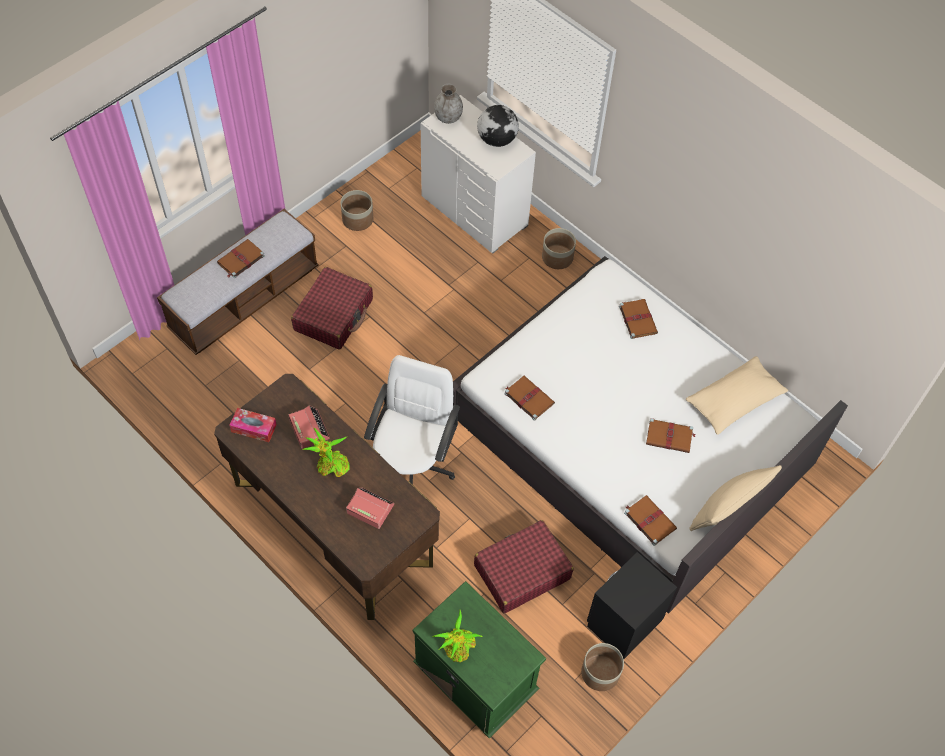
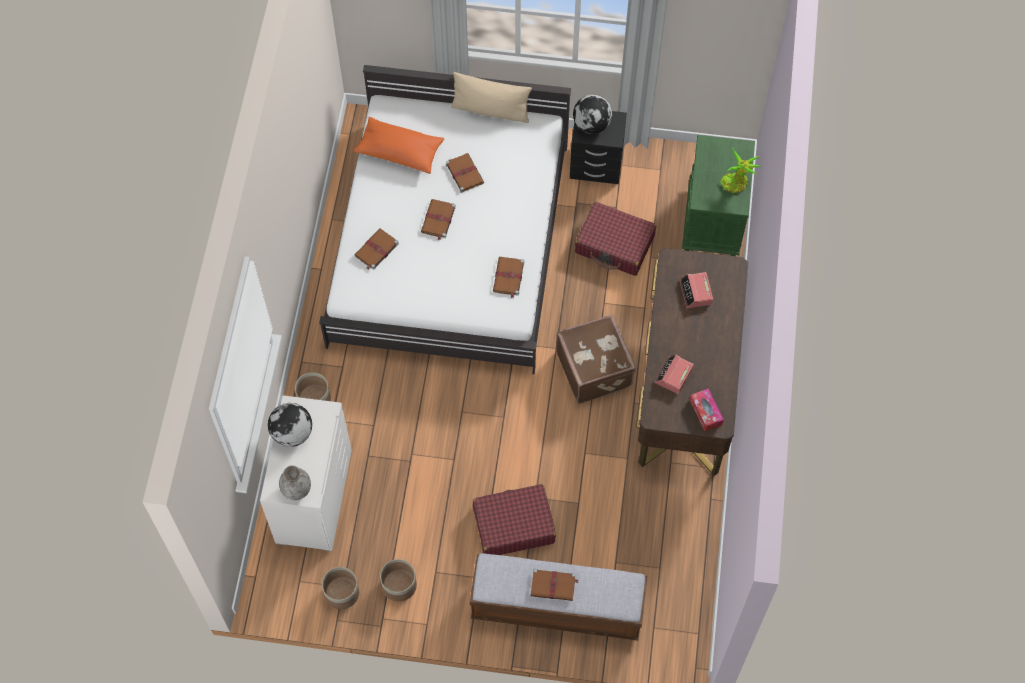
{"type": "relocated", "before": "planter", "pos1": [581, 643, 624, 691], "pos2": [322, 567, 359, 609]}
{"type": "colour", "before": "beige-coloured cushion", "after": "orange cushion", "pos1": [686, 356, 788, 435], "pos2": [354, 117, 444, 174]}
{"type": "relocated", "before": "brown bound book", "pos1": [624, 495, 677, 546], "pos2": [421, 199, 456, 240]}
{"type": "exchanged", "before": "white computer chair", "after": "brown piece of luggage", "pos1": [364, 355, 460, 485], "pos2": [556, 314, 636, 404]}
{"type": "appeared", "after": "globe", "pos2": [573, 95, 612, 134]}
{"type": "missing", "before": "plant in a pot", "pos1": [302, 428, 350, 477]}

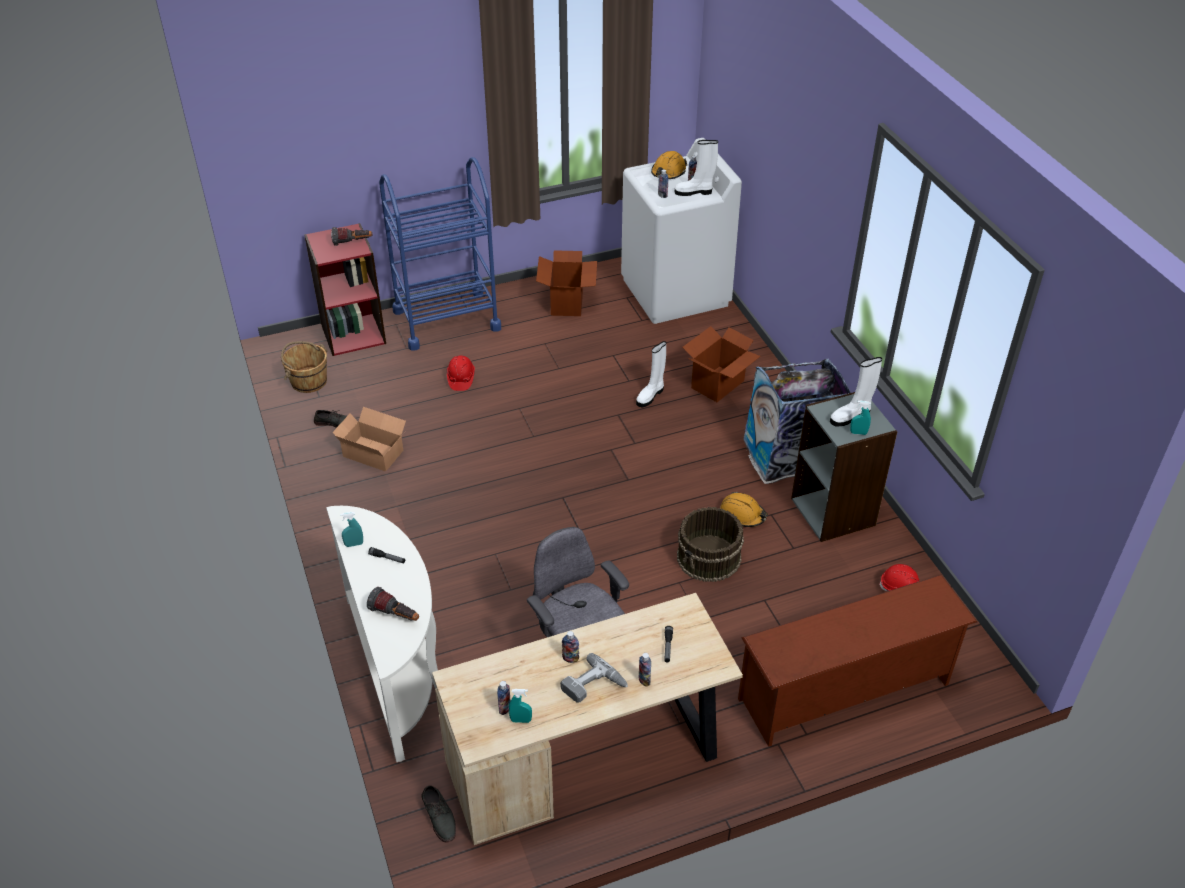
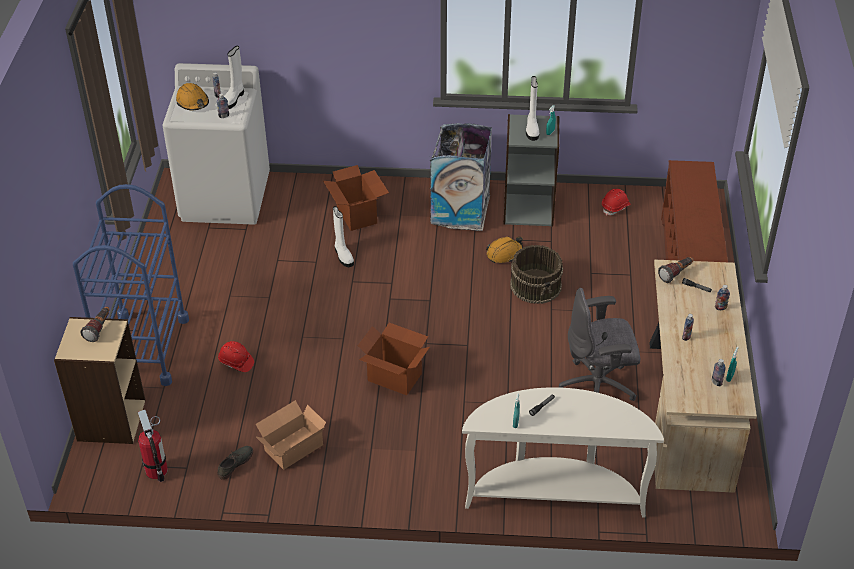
{"type": "colour", "before": "reddish bookcase", "after": "beige-coloured bookcase", "pos1": [304, 223, 386, 356], "pos2": [54, 317, 146, 444]}
{"type": "exchanged", "before": "brown pail", "after": "fire extinguisher", "pos1": [281, 341, 327, 393], "pos2": [138, 410, 168, 482]}
{"type": "relocated", "before": "packing box", "pos1": [536, 250, 597, 316], "pos2": [358, 323, 430, 395]}
{"type": "relocated", "before": "flashlight", "pos1": [367, 587, 419, 621], "pos2": [658, 257, 694, 283]}
{"type": "missing", "before": "gray item of footwear", "pos1": [422, 785, 456, 843]}
{"type": "missing", "before": "drill", "pos1": [560, 653, 628, 702]}

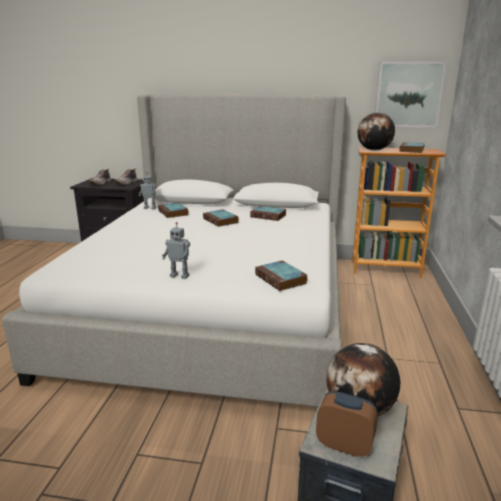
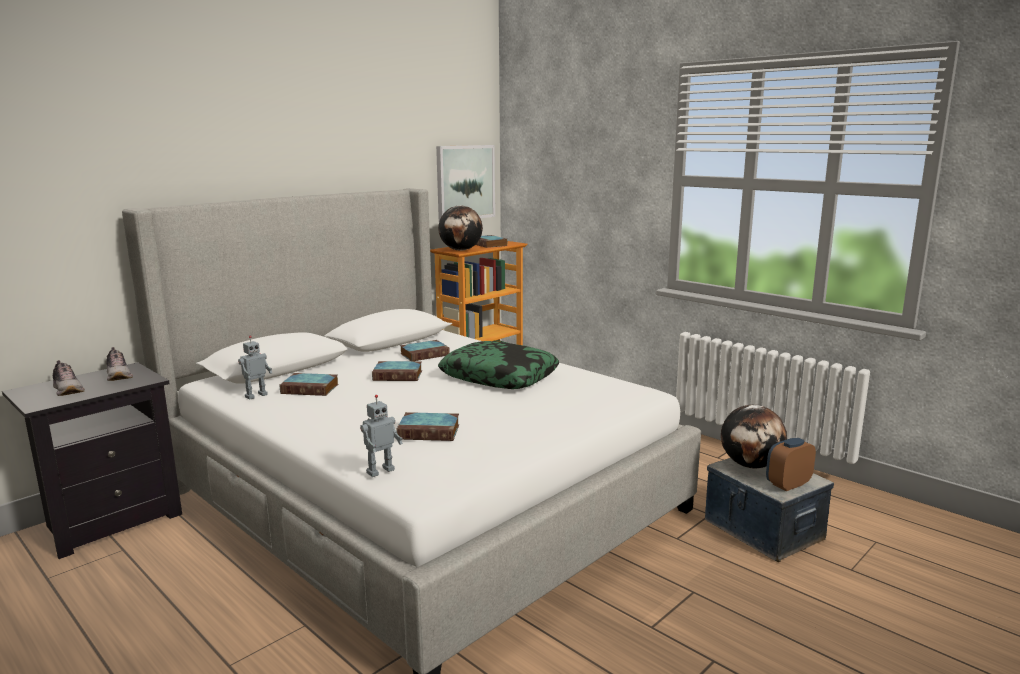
{"type": "relocated", "before": "toy robot", "pos1": [162, 222, 190, 279], "pos2": [360, 395, 403, 477]}
{"type": "relocated", "before": "bound book", "pos1": [255, 261, 307, 291], "pos2": [396, 412, 459, 441]}
{"type": "appeared", "after": "cushion", "pos2": [438, 341, 559, 389]}

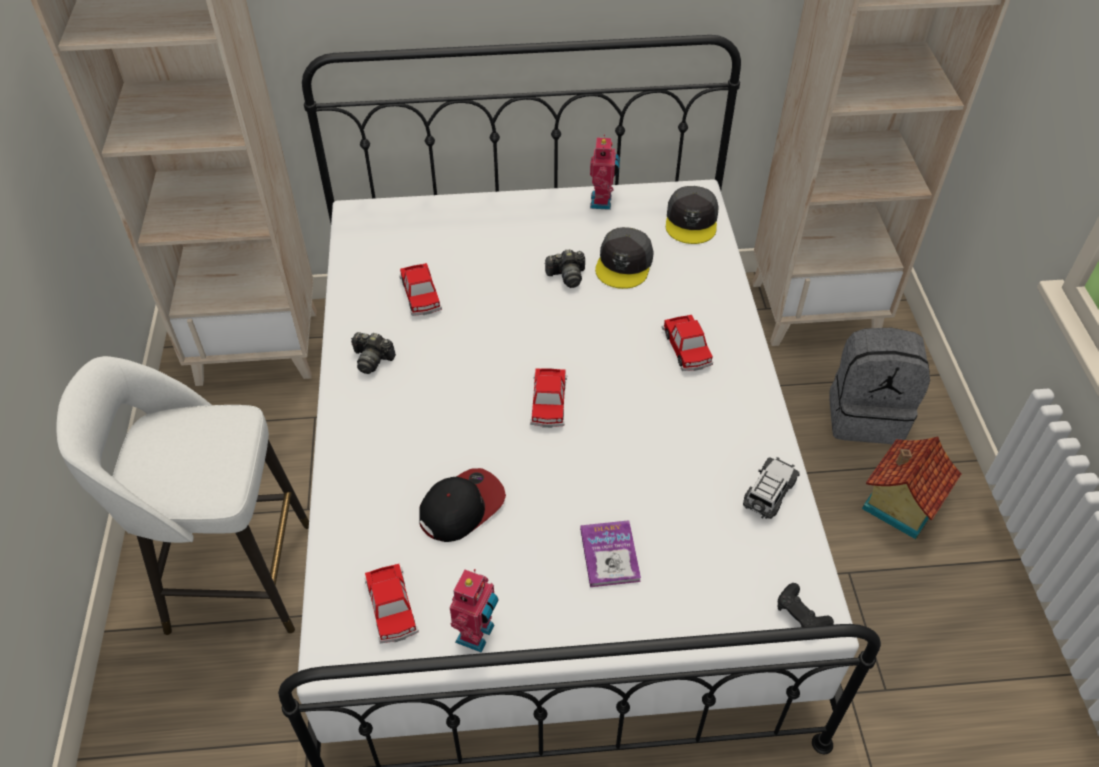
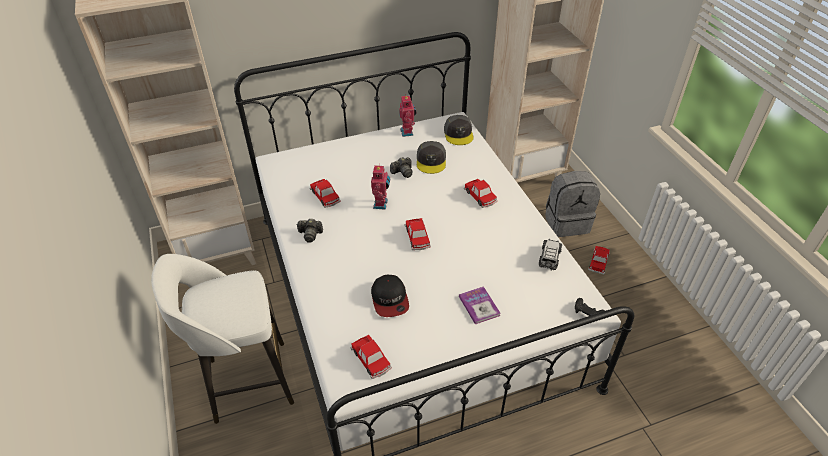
{"type": "relocated", "before": "toy robot", "pos1": [450, 569, 499, 653], "pos2": [371, 164, 390, 210]}
{"type": "spun", "before": "peaked cap", "pos1": [419, 468, 506, 542], "pos2": [371, 275, 409, 317], "turn": 135}
{"type": "exchanged", "before": "miniature house", "after": "model car", "pos1": [862, 436, 962, 539], "pos2": [588, 246, 610, 274]}

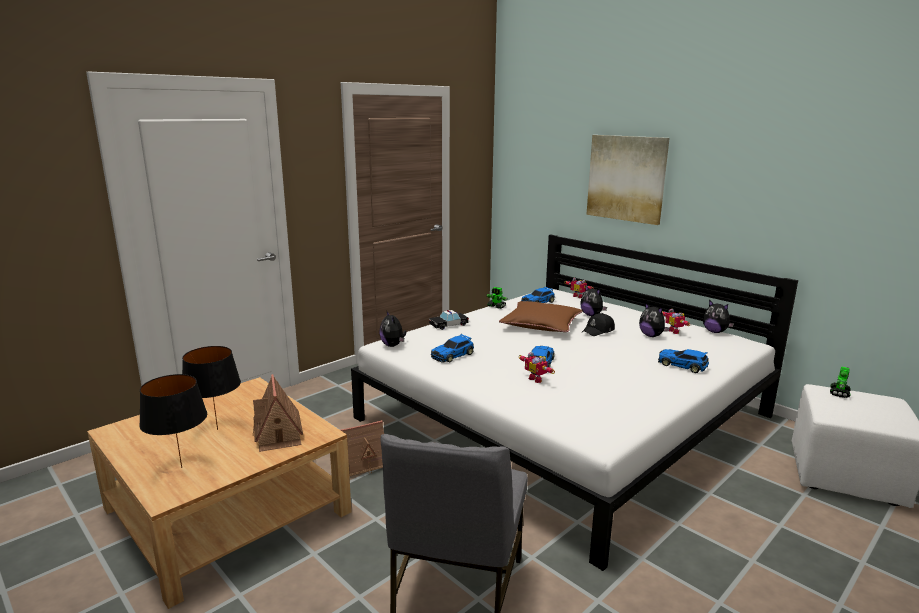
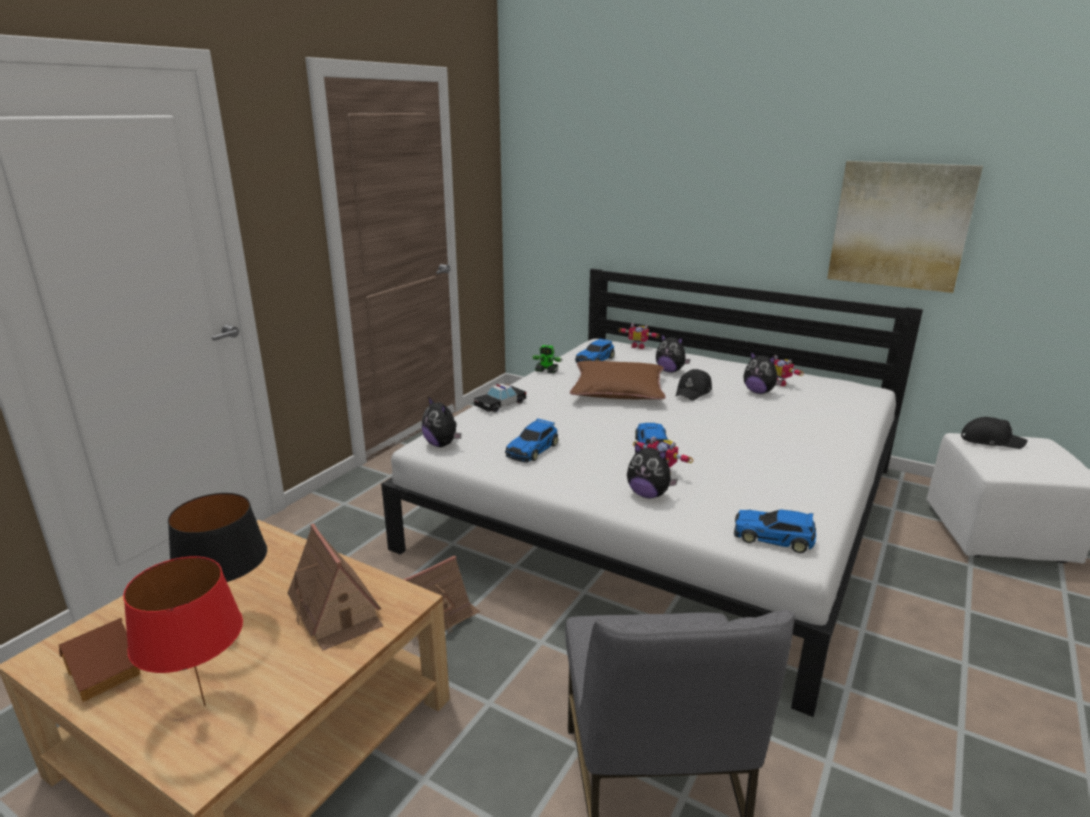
{"type": "appeared", "after": "miniature house", "pos2": [58, 618, 141, 702]}
{"type": "colour", "before": "black tabletop lamp", "after": "reddish tabletop lamp", "pos1": [139, 374, 207, 468], "pos2": [123, 556, 243, 706]}
{"type": "relocated", "before": "plush toy", "pos1": [703, 300, 734, 333], "pos2": [627, 443, 678, 498]}
{"type": "relocated", "before": "model car", "pos1": [658, 349, 709, 373], "pos2": [734, 509, 816, 553]}
{"type": "relocated", "before": "picture", "pos1": [586, 135, 669, 225], "pos2": [827, 161, 983, 293]}
{"type": "exchanged", "before": "toy robot", "after": "black peaked cap", "pos1": [830, 366, 851, 398], "pos2": [961, 417, 1028, 449]}

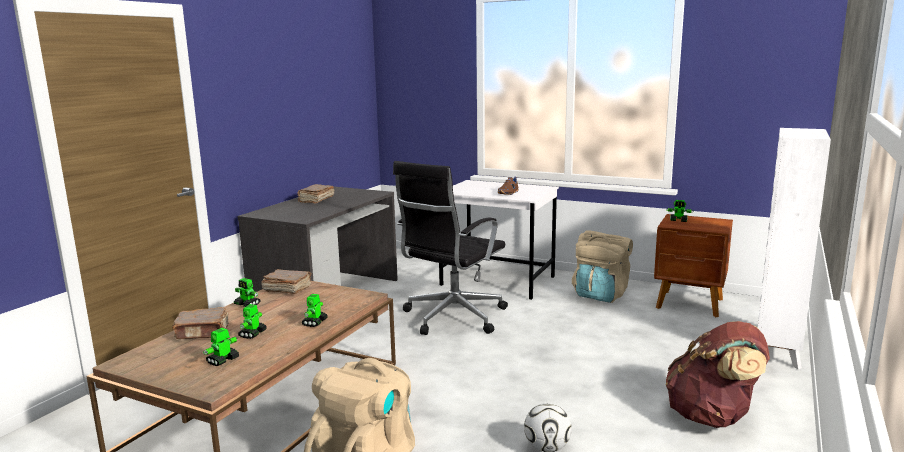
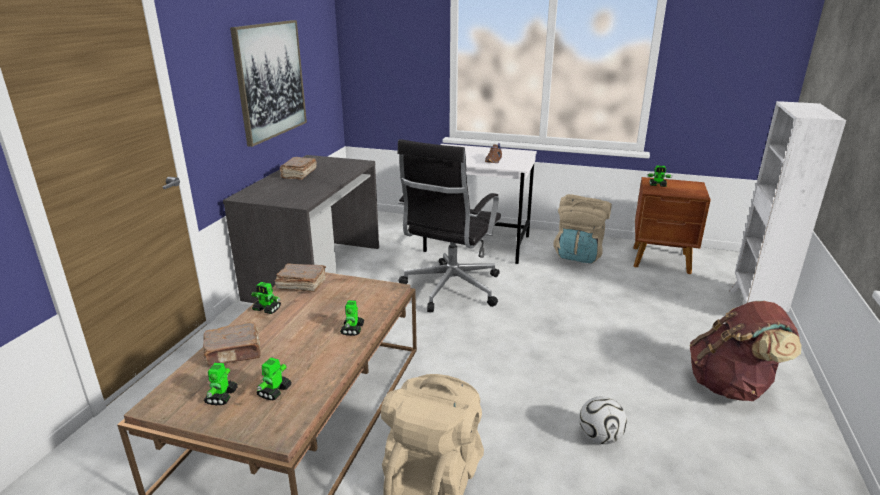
{"type": "relocated", "before": "toy robot", "pos1": [238, 304, 267, 339], "pos2": [204, 363, 238, 406]}
{"type": "appeared", "after": "picture", "pos2": [230, 20, 307, 147]}

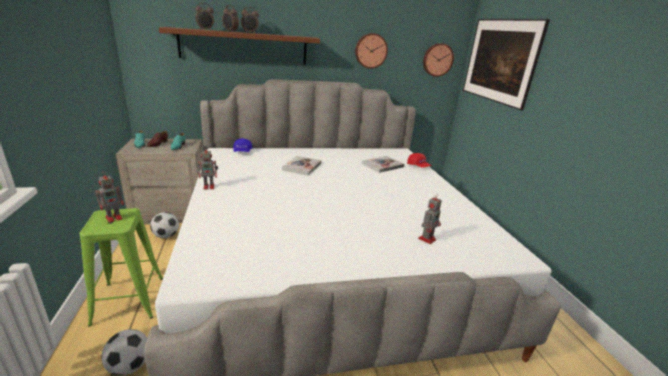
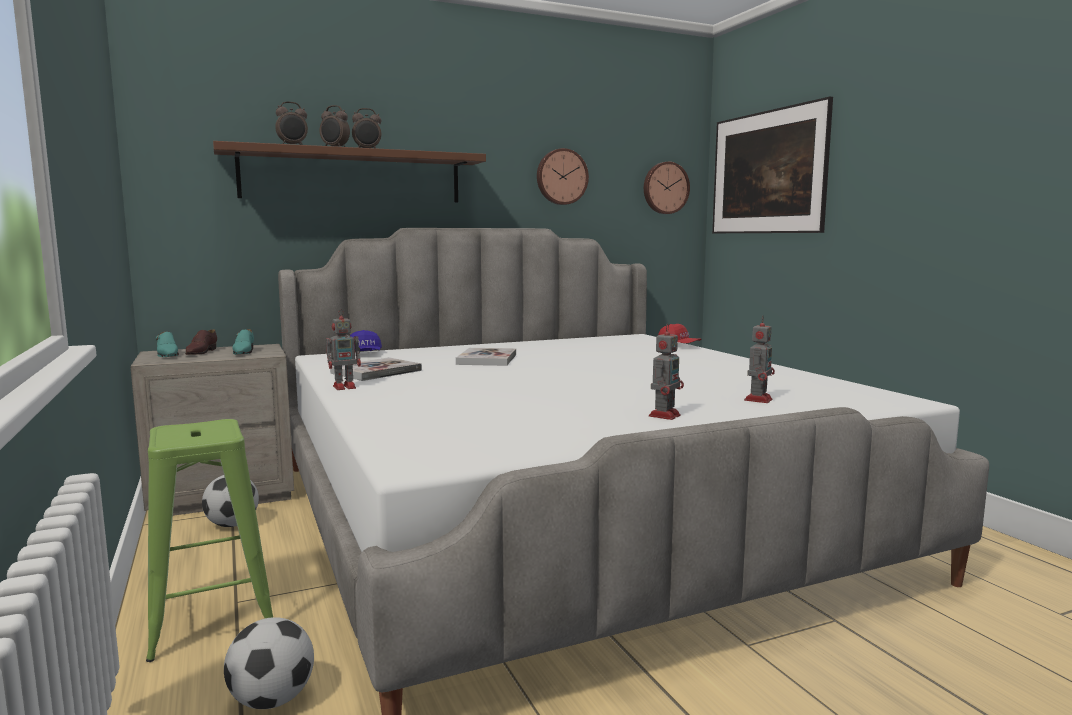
{"type": "relocated", "before": "bound book", "pos1": [362, 156, 404, 173], "pos2": [330, 357, 422, 381]}
{"type": "relocated", "before": "toy robot", "pos1": [96, 171, 124, 223], "pos2": [649, 323, 684, 420]}

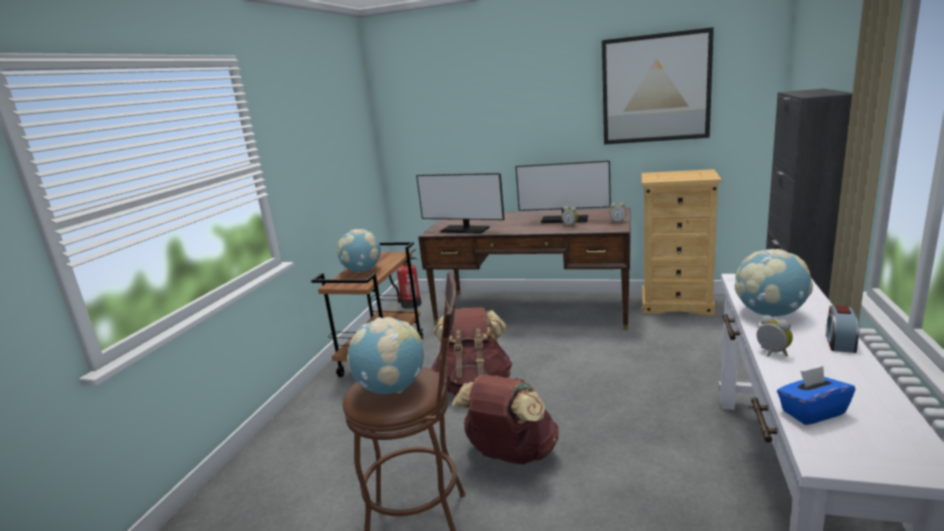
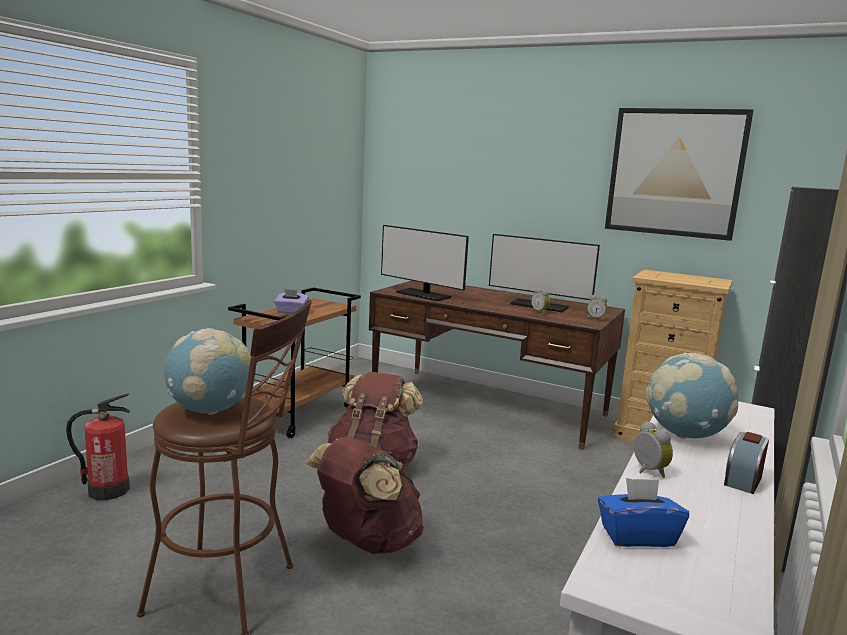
{"type": "relocated", "before": "fire extinguisher", "pos1": [389, 249, 422, 309], "pos2": [66, 393, 130, 500]}
{"type": "exchanged", "before": "globe", "after": "purple-coloured tissue box", "pos1": [337, 229, 381, 273], "pos2": [274, 289, 309, 314]}

